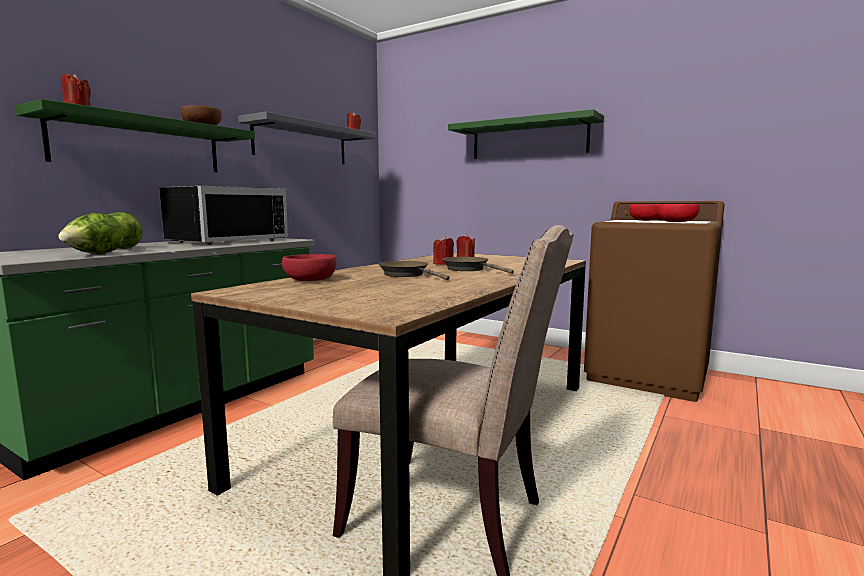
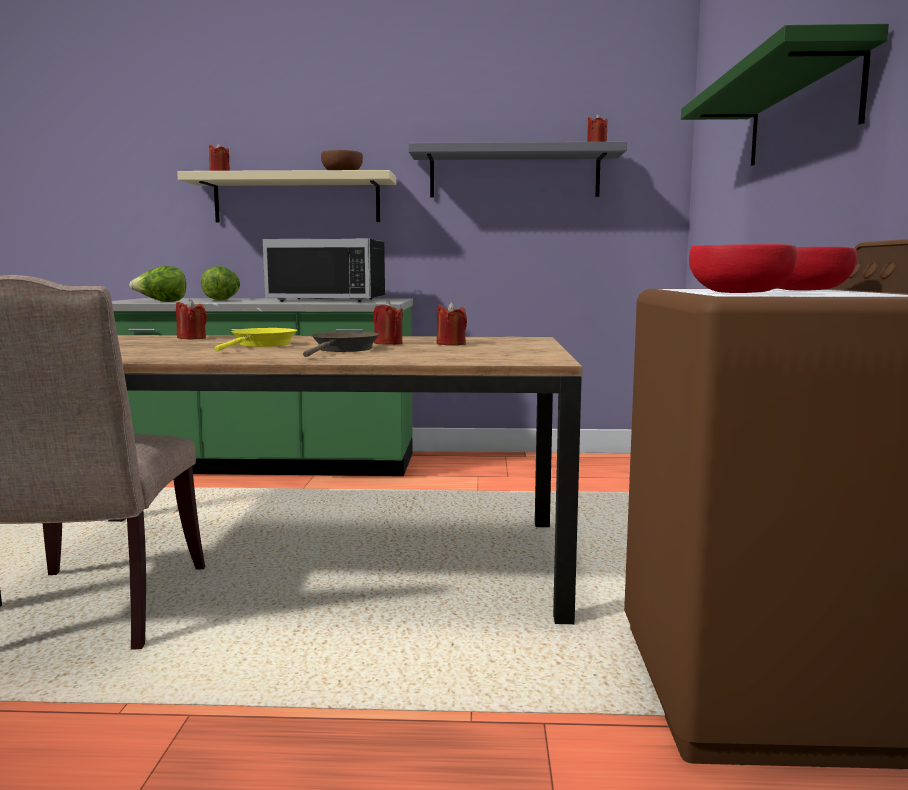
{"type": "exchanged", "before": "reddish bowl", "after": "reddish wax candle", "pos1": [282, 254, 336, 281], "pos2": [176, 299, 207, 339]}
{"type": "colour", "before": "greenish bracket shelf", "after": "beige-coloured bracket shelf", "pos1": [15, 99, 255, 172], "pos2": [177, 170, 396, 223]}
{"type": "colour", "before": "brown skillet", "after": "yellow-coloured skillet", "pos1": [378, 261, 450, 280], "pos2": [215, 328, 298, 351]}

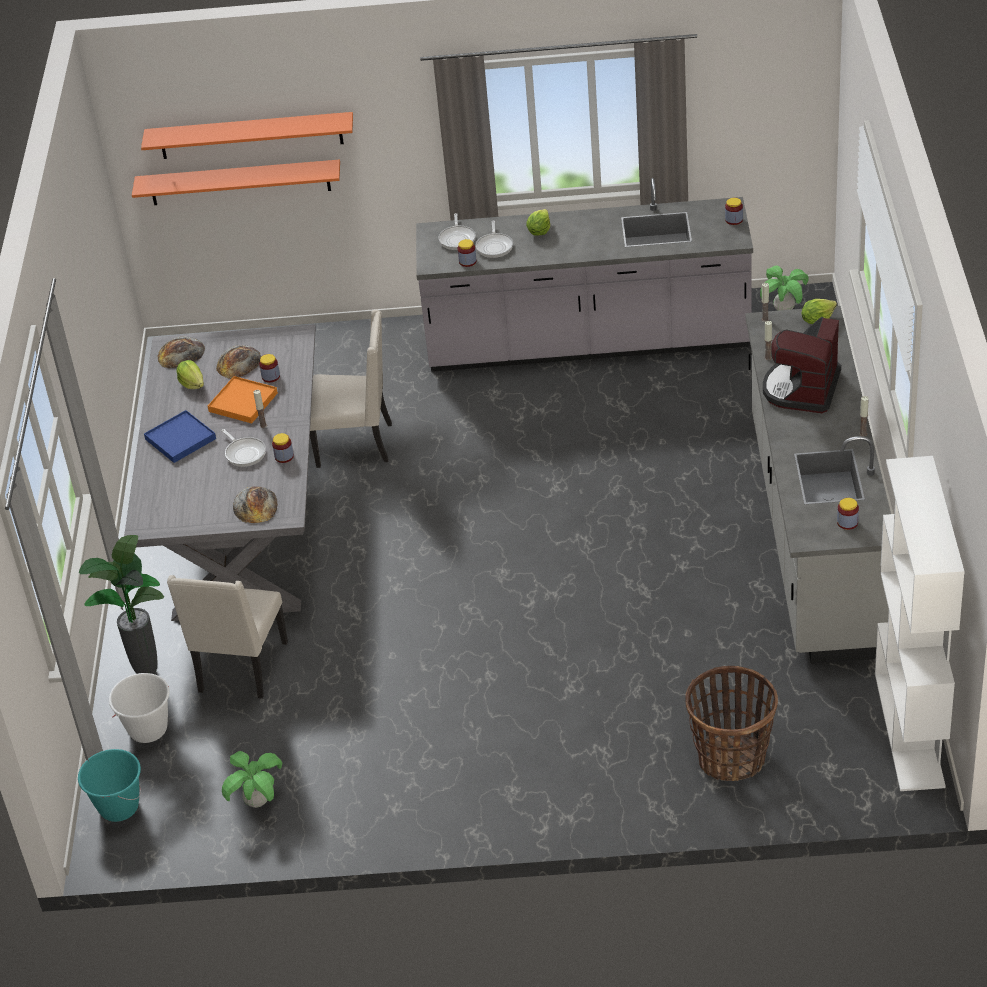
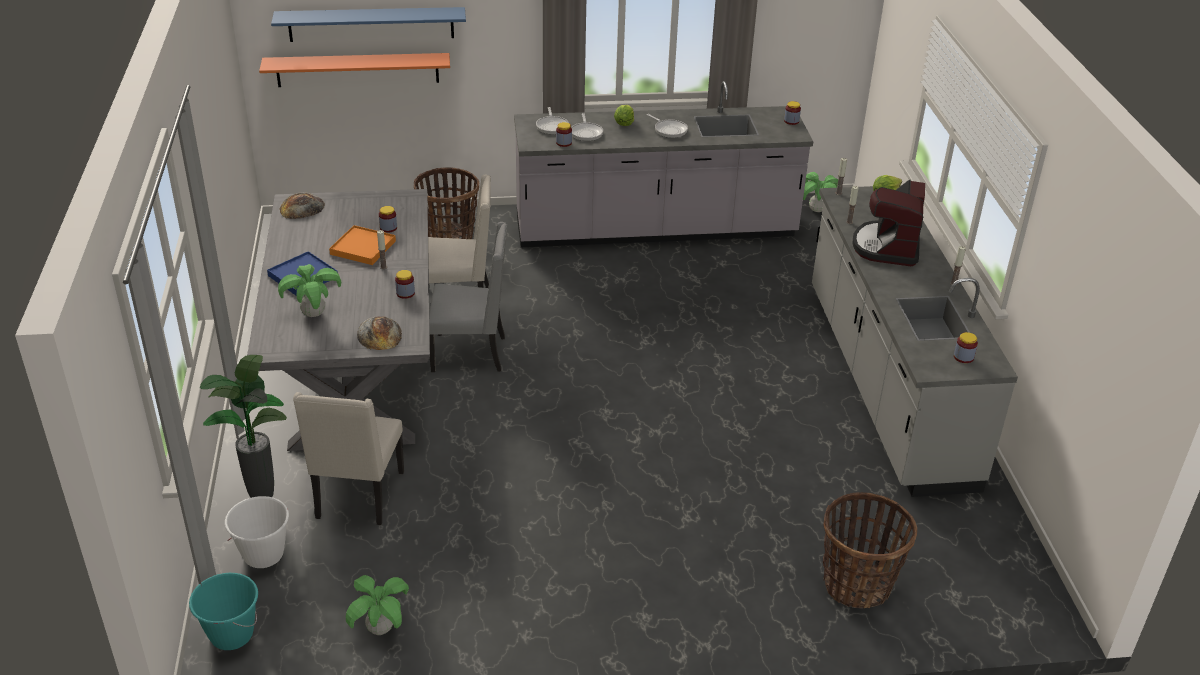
{"type": "colour", "before": "orange bracket shelf", "after": "blue bracket shelf", "pos1": [141, 112, 353, 159], "pos2": [271, 7, 466, 42]}
{"type": "appeared", "after": "plant in a pot", "pos2": [278, 264, 341, 317]}
{"type": "appeared", "after": "household basket", "pos2": [414, 167, 479, 239]}
{"type": "appeared", "after": "gray chair", "pos2": [429, 222, 507, 372]}
{"type": "relocated", "before": "skillet", "pos1": [221, 429, 266, 467], "pos2": [647, 114, 688, 138]}
{"type": "missing", "before": "head of lettuce", "pos1": [177, 360, 204, 389]}
{"type": "missing", "before": "baked bread", "pos1": [216, 345, 262, 379]}
{"type": "missing", "before": "white bookcase", "pos1": [875, 456, 965, 791]}

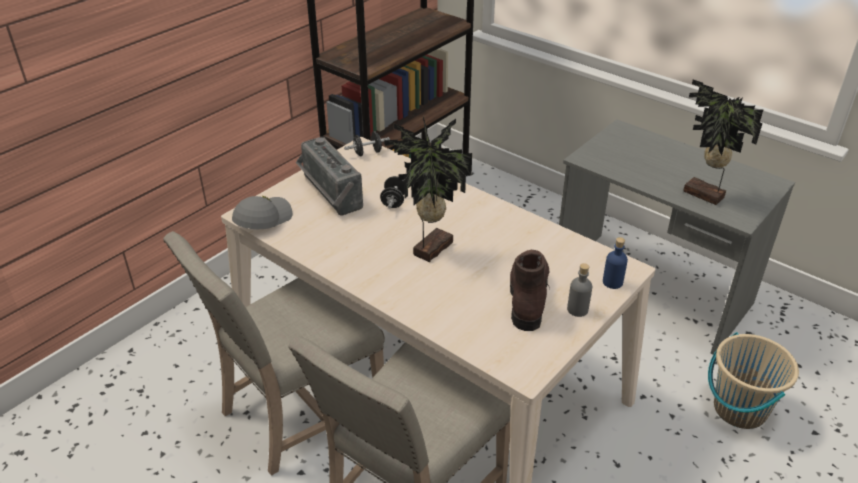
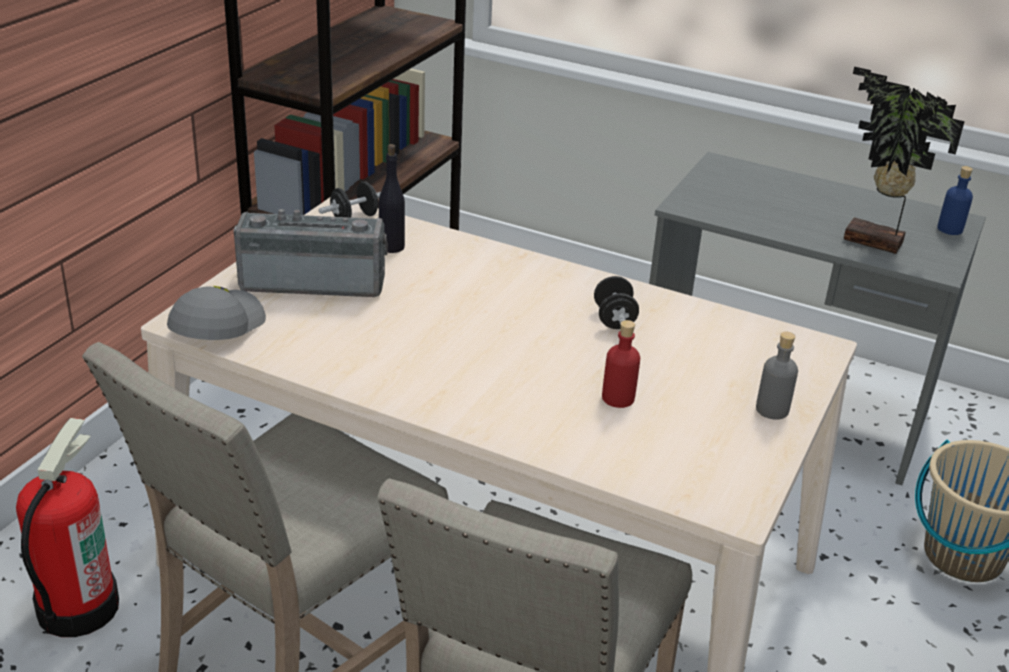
{"type": "appeared", "after": "fire extinguisher", "pos2": [16, 418, 119, 637]}
{"type": "spun", "before": "radio receiver", "pos1": [296, 137, 363, 215], "pos2": [234, 209, 388, 297], "turn": 135}
{"type": "appeared", "after": "black bottle", "pos2": [379, 144, 405, 253]}
{"type": "relocated", "before": "black hand weight", "pos1": [380, 176, 404, 208], "pos2": [594, 276, 639, 329]}
{"type": "appeared", "after": "reddish bottle", "pos2": [602, 320, 640, 408]}
{"type": "relocated", "before": "blue bottle", "pos1": [603, 237, 628, 289], "pos2": [937, 166, 973, 235]}
{"type": "missing", "before": "plant in a pot", "pos1": [384, 116, 472, 262]}
{"type": "missing", "before": "brown high-top boot", "pos1": [510, 250, 550, 331]}

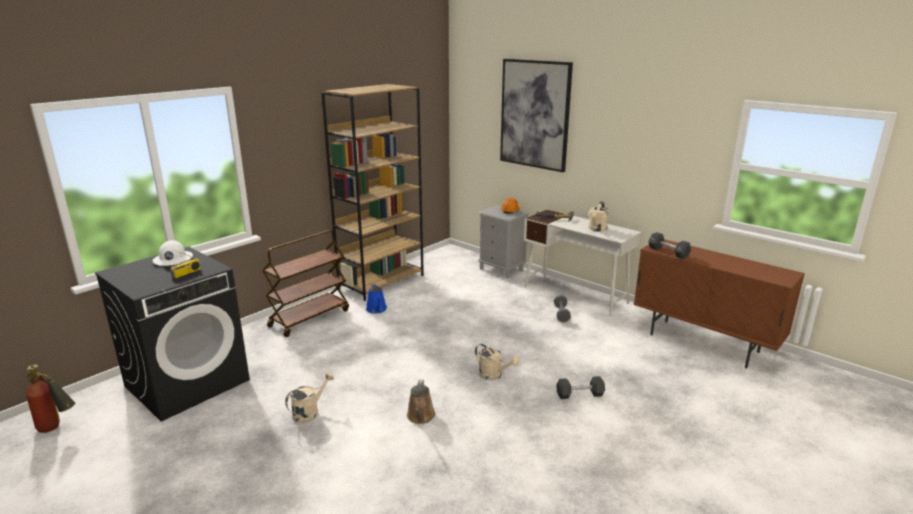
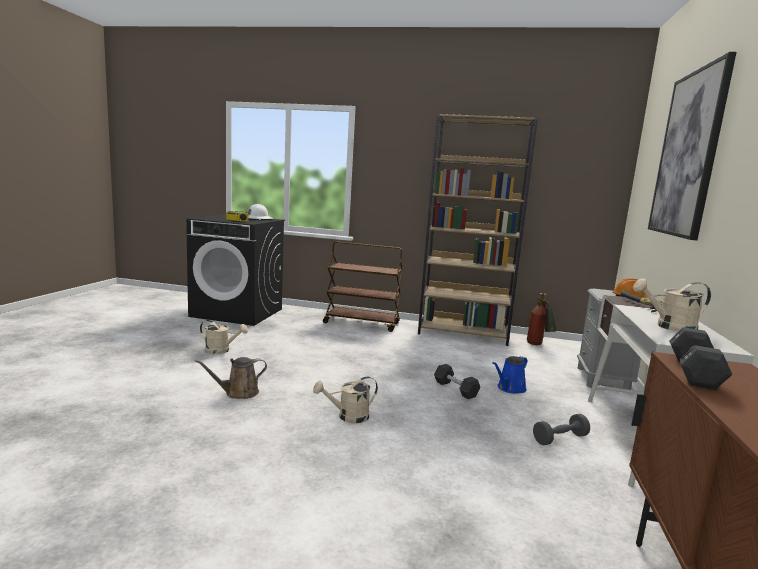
{"type": "spun", "before": "beige-coloured watering can", "pos1": [475, 344, 520, 380], "pos2": [313, 376, 378, 423], "turn": 60}
{"type": "relocated", "before": "black hand weight", "pos1": [556, 376, 605, 399], "pos2": [434, 364, 480, 399]}
{"type": "relocated", "before": "blue watering can", "pos1": [366, 284, 387, 314], "pos2": [492, 356, 527, 394]}
{"type": "relocated", "before": "fire extinguisher", "pos1": [26, 364, 75, 433], "pos2": [527, 293, 557, 345]}

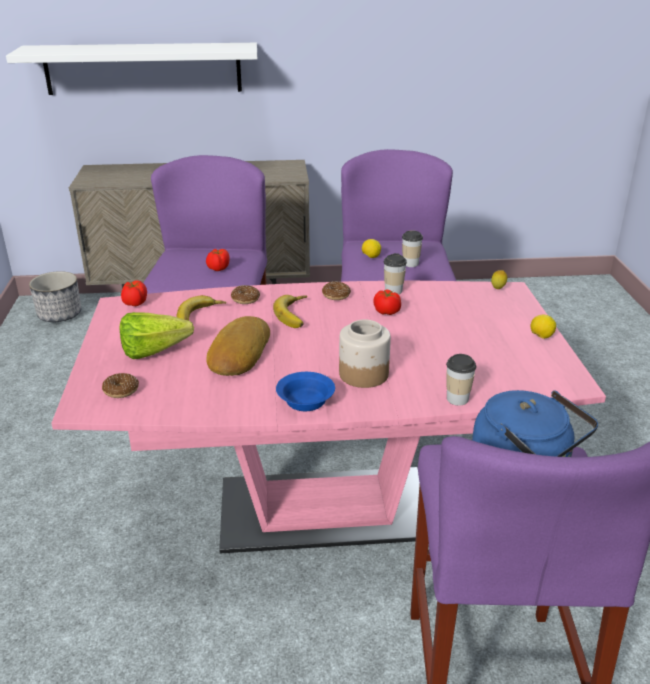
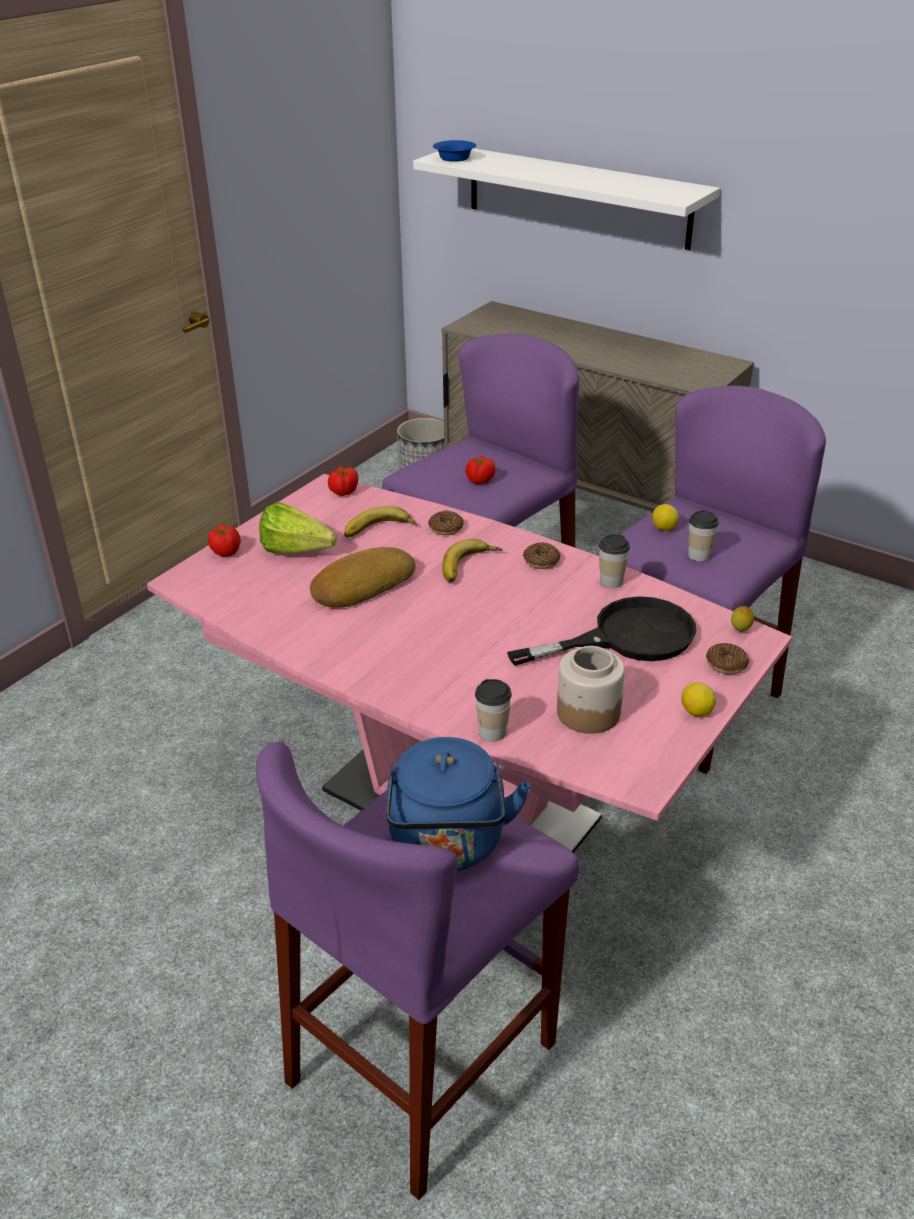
{"type": "relocated", "before": "fresh tomato", "pos1": [373, 290, 401, 315], "pos2": [208, 525, 241, 556]}
{"type": "relocated", "before": "blue bowl", "pos1": [276, 372, 335, 411], "pos2": [433, 140, 476, 162]}
{"type": "appeared", "after": "black skillet", "pos2": [507, 596, 696, 666]}
{"type": "relocated", "before": "preserve jar", "pos1": [339, 320, 391, 388], "pos2": [557, 646, 625, 734]}
{"type": "relocated", "before": "donut", "pos1": [102, 373, 139, 398], "pos2": [706, 643, 749, 674]}

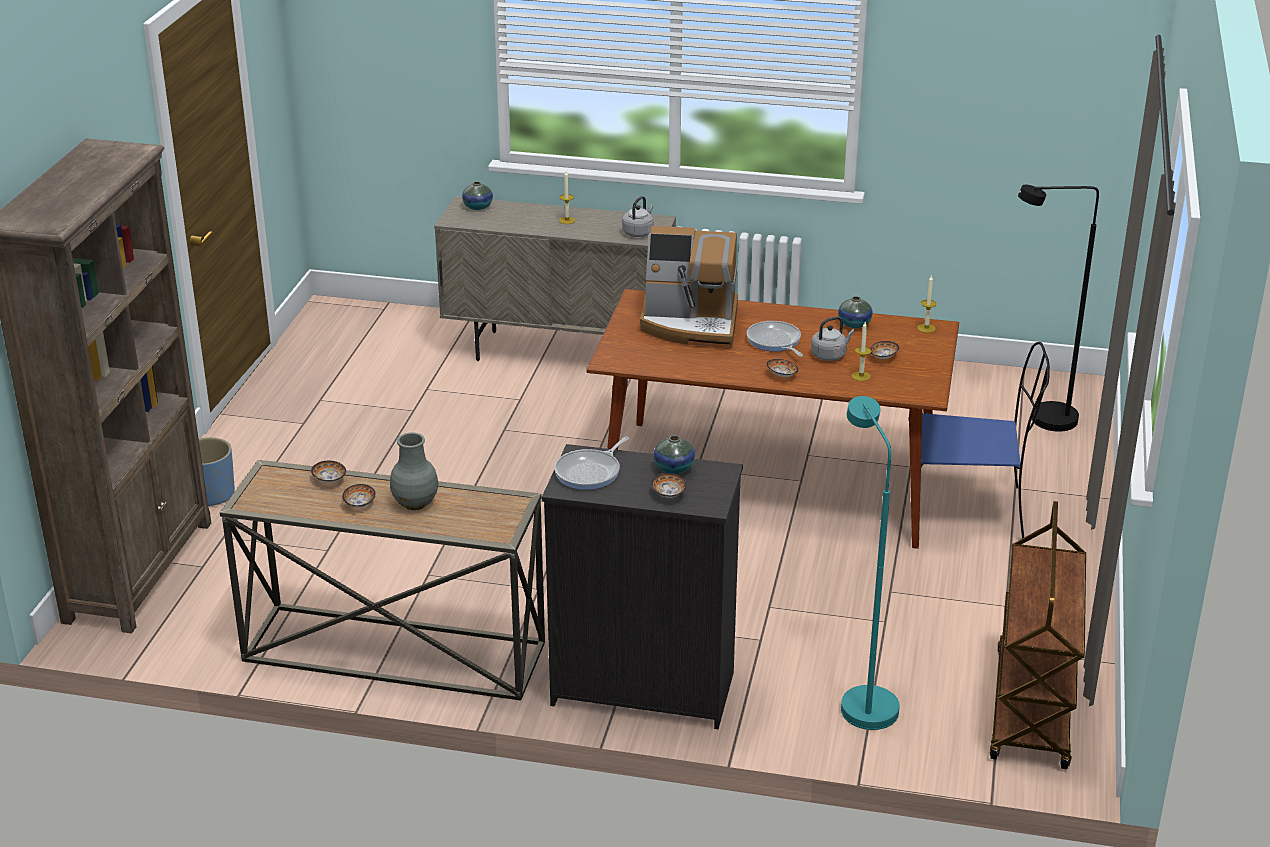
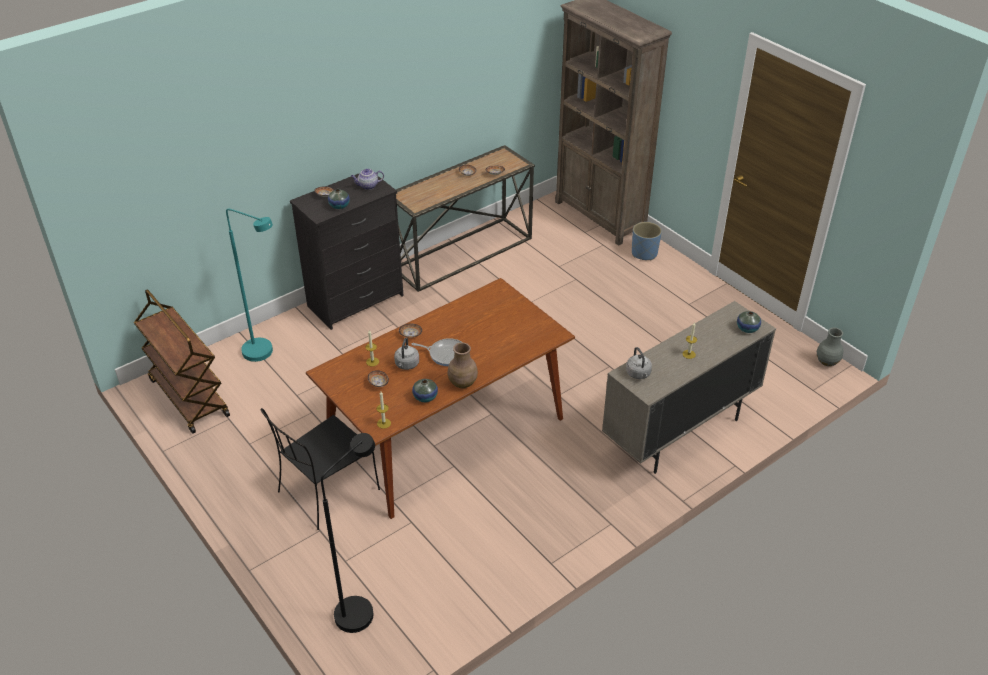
{"type": "colour", "before": "blue chair", "after": "black chair", "pos1": [921, 342, 1050, 538], "pos2": [261, 408, 380, 530]}
{"type": "exchanged", "before": "skillet", "after": "pot for tea", "pos1": [554, 437, 629, 490], "pos2": [351, 169, 384, 190]}
{"type": "appeared", "after": "brown vase", "pos2": [448, 343, 478, 388]}
{"type": "relocated", "before": "gray vase", "pos1": [390, 433, 438, 510], "pos2": [817, 328, 843, 366]}
{"type": "missing", "before": "coffee maker", "pos1": [640, 226, 738, 348]}

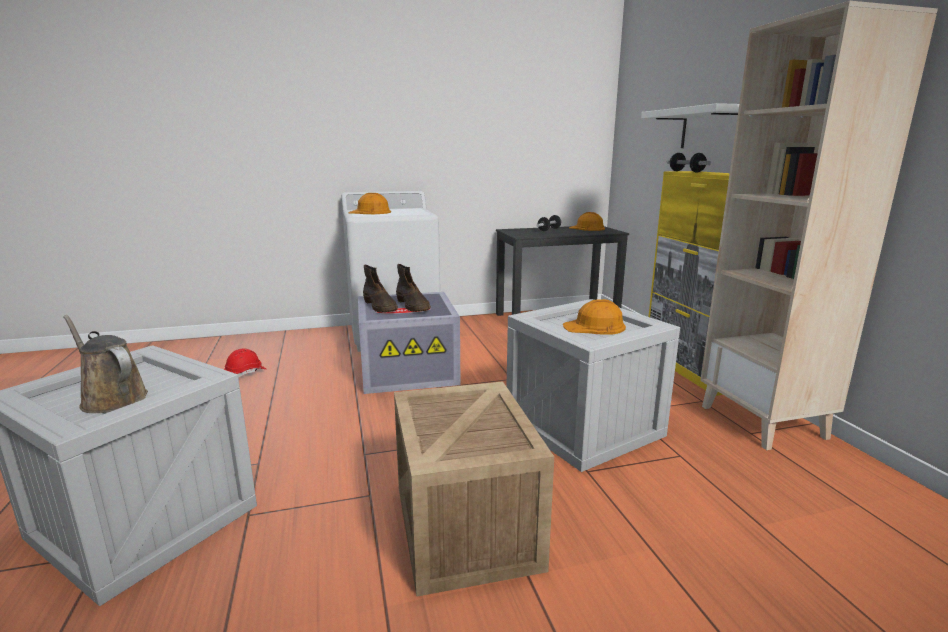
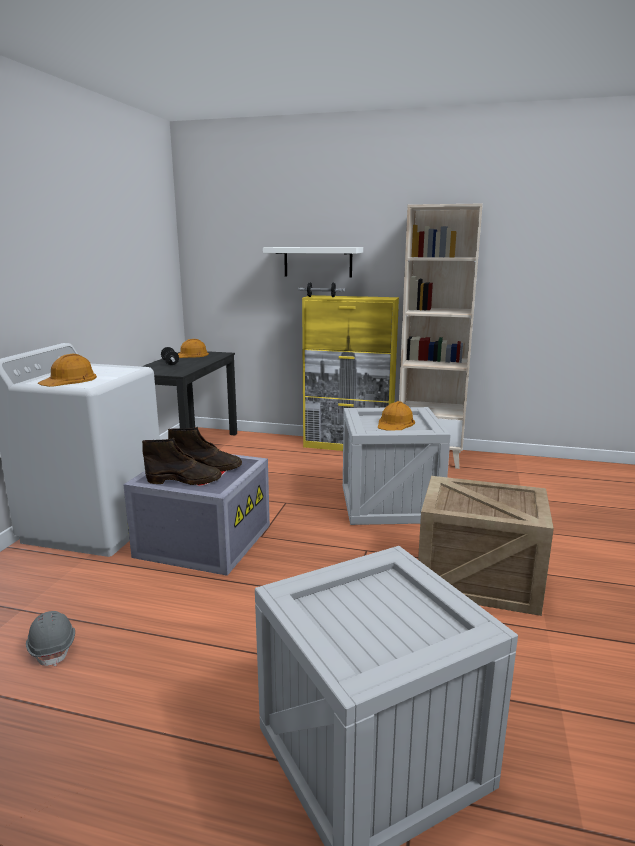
{"type": "colour", "before": "reddish work helmet", "after": "gray work helmet", "pos1": [224, 349, 266, 378], "pos2": [26, 611, 75, 666]}
{"type": "missing", "before": "brown watering can", "pos1": [63, 315, 148, 413]}

